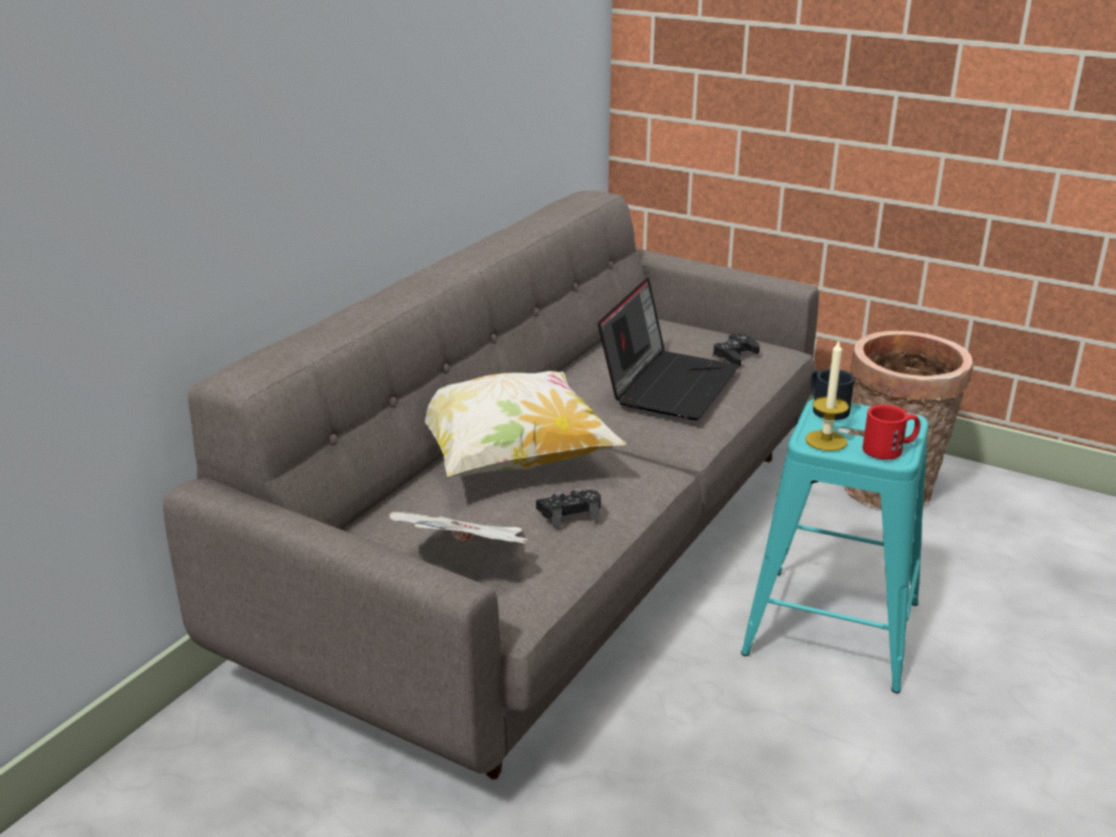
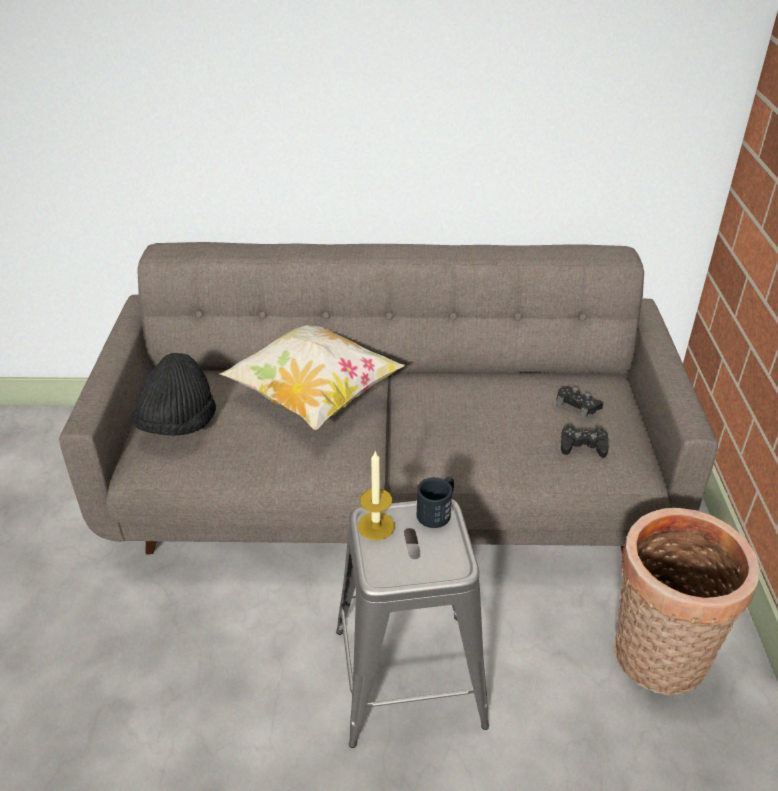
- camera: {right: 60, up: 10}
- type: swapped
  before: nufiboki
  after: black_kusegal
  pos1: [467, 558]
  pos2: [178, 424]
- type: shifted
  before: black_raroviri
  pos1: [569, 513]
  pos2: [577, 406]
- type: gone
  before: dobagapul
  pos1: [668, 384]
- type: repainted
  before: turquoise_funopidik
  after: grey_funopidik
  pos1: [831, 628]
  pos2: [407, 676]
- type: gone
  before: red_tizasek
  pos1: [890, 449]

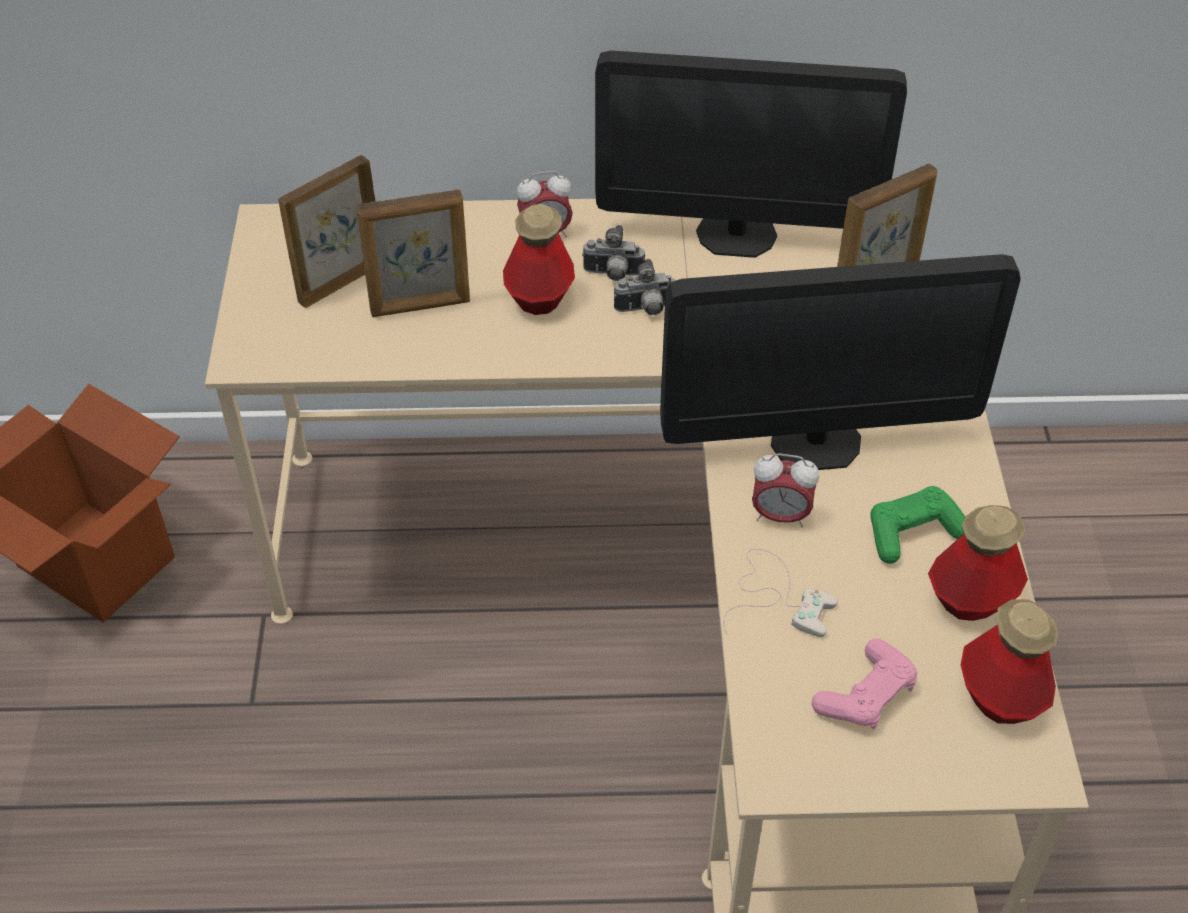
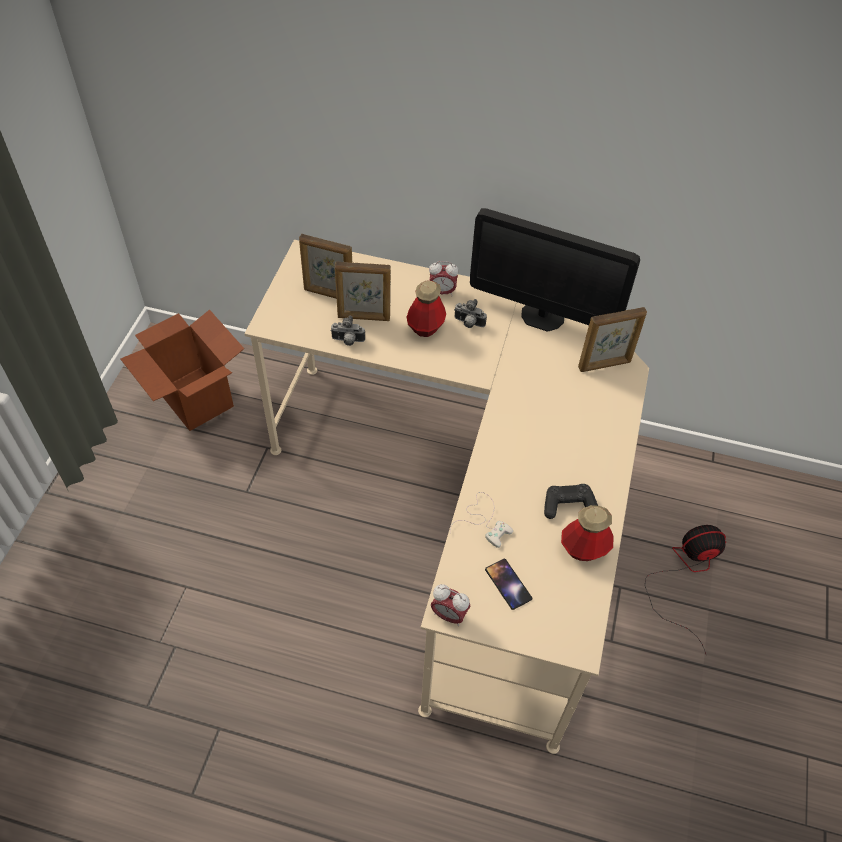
- camera: {right: 15, up: 5}
- type: rotated
  before: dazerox
  pos1: [340, 282]
  pos2: [328, 294]
  turn: -135
- type: shifted
  before: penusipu
  pos1: [646, 310]
  pos2: [348, 341]
- type: gone
  before: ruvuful
  pos1: [815, 441]
- type: shifted
  before: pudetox
  pos1: [780, 516]
  pos2: [449, 615]
- type: swapped
  before: pink_raroviri
  after: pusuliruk
  pos1: [865, 695]
  pos2: [508, 584]
- type: repainted
  before: green_raroviri
  after: black_raroviri
  pos1: [913, 533]
  pos2: [568, 505]
- type: gone
  before: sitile
  pos1: [1000, 697]
- type: new
  after: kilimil
  pos2: [686, 574]

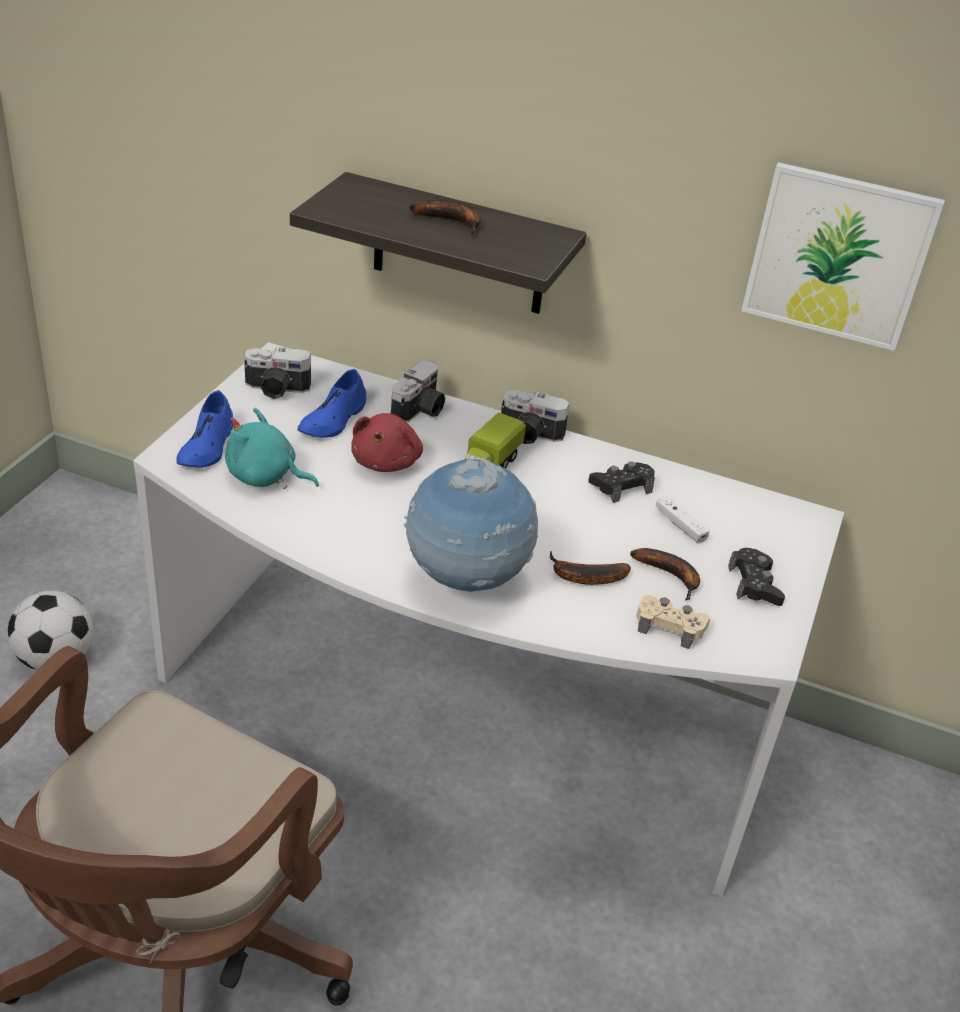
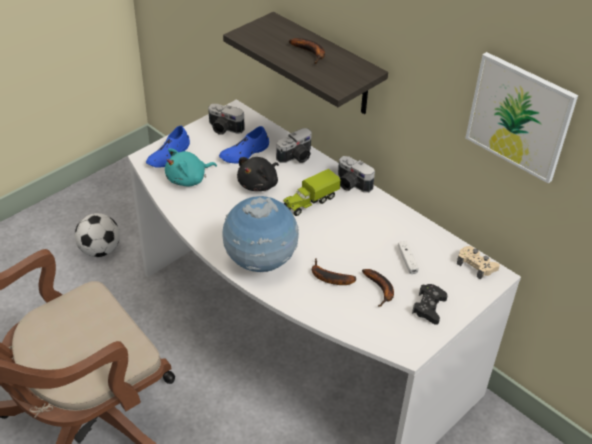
- camera: {right: 25, up: 5}
- type: rotated
  before: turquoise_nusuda
  pos1: [265, 477]
  pos2: [188, 179]
  turn: -75
- type: repainted
  before: red_nusuda
  after: black_nusuda
  pos1: [387, 461]
  pos2: [259, 184]
- type: gone
  before: black_raroviri
  pos1: [621, 486]
- type: shifted
  before: beige_raroviri
  pos1: [670, 626]
  pos2: [476, 265]

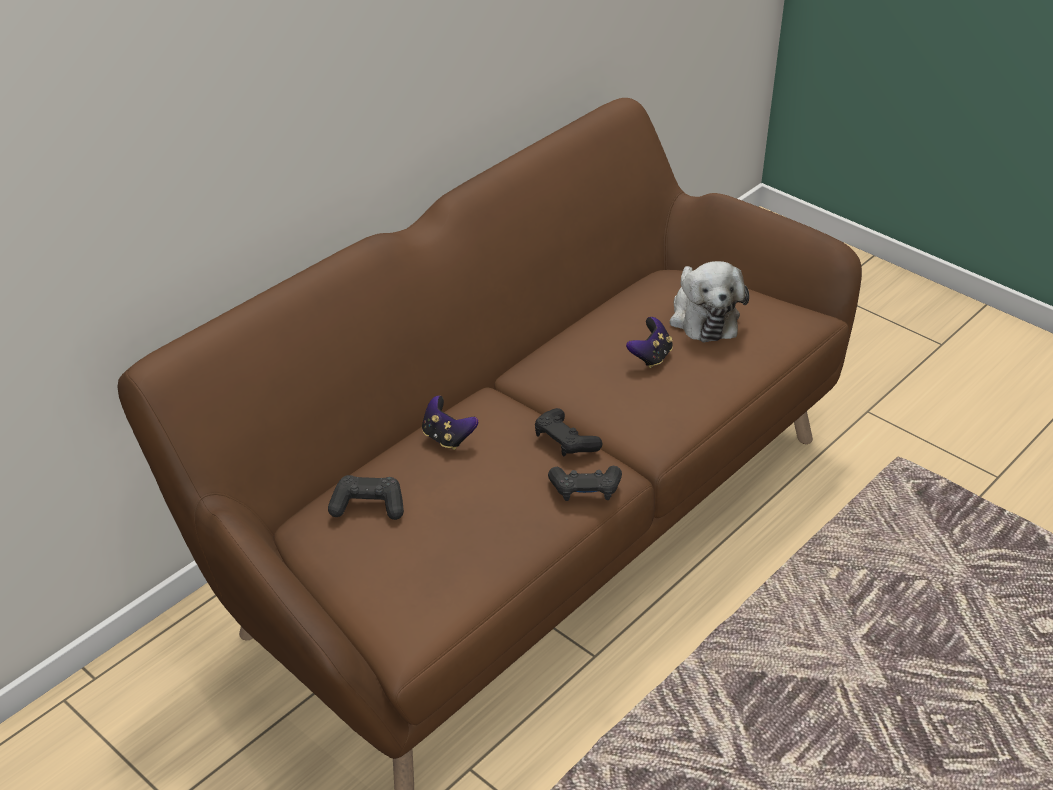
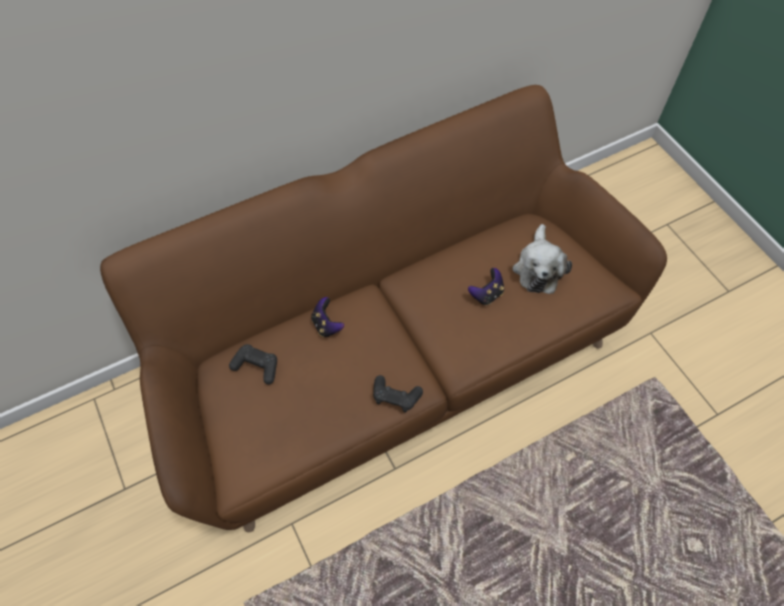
- camera: {right: 20, up: 20}
- type: gone
  before: black_raroviri
  pos1: [565, 441]

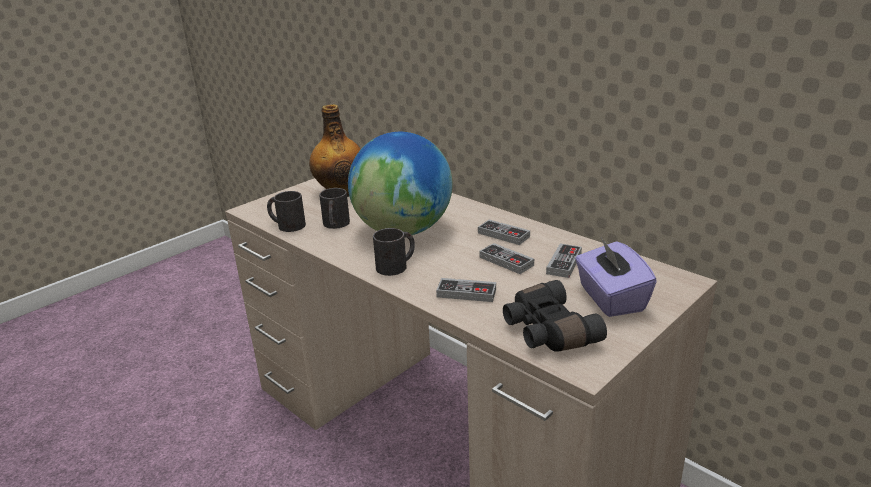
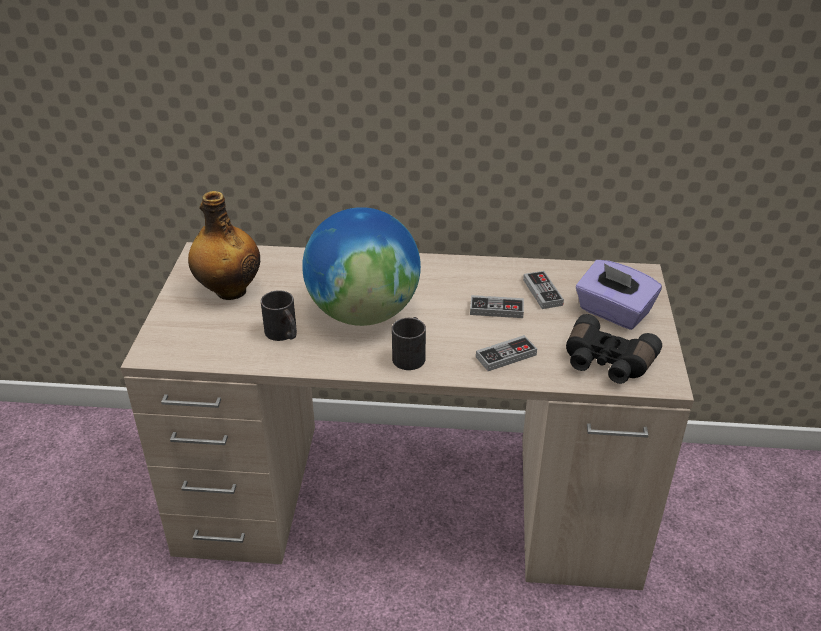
- camera: {right: -40, up: 10}
- type: gone
  before: black_tizasek
  pos1: [286, 225]
- type: gone
  before: raroviri
  pos1: [503, 235]

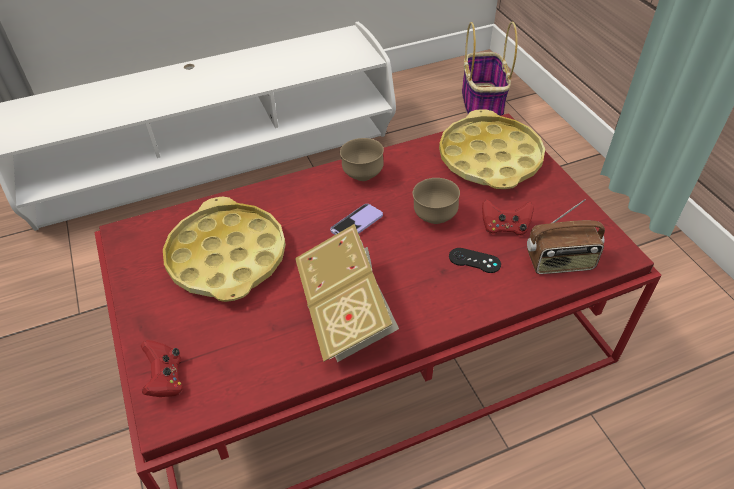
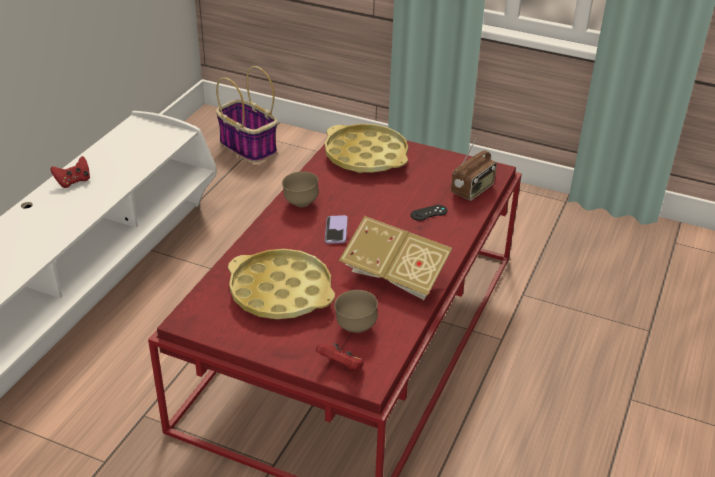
- camera: {right: -45, up: -10}
- type: shifted
  before: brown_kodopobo
  pos1: [434, 217]
  pos2: [355, 327]
- type: shifted
  before: red_raroviri
  pos1: [504, 227]
  pos2: [73, 181]

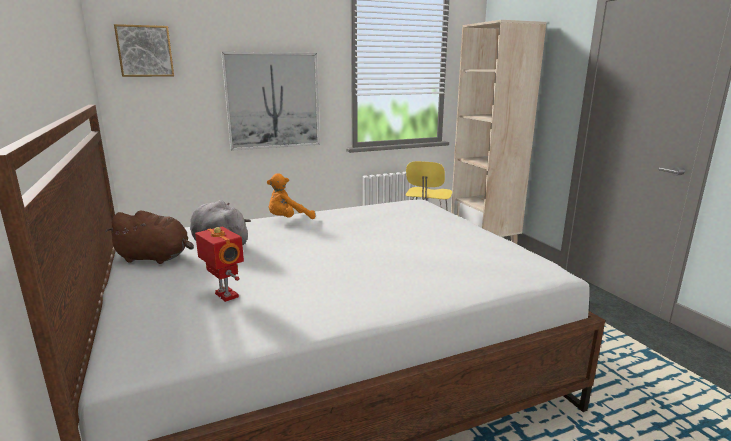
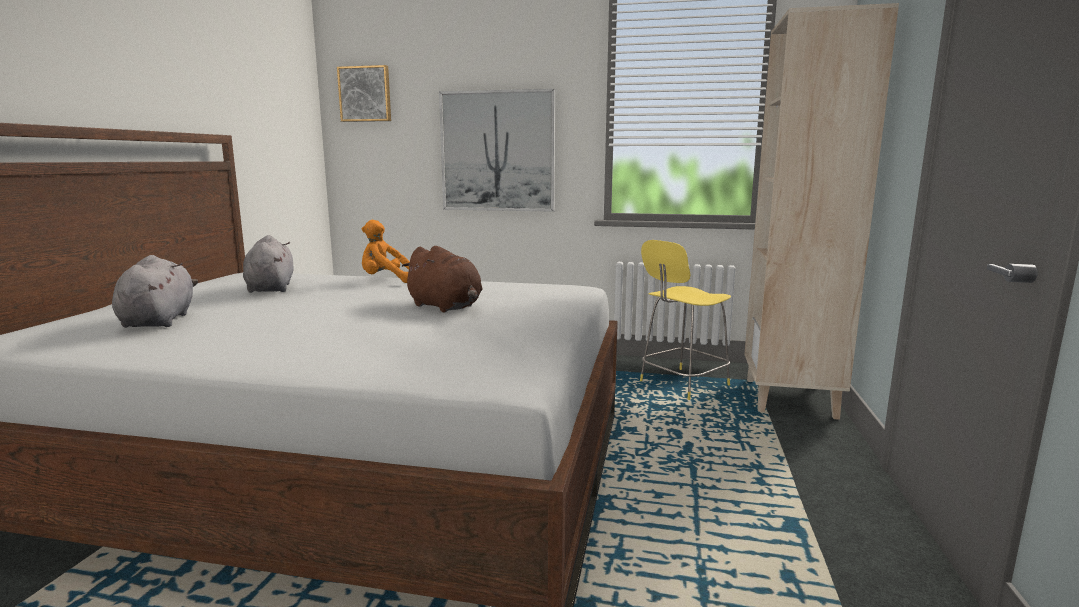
- camera: {right: 35, up: -5}
- type: shifted
  before: brown_nusuda
  pos1: [156, 258]
  pos2: [446, 307]
- type: swapped
  before: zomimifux
  after: grey_nusuda
  pos1: [225, 296]
  pos2: [159, 320]

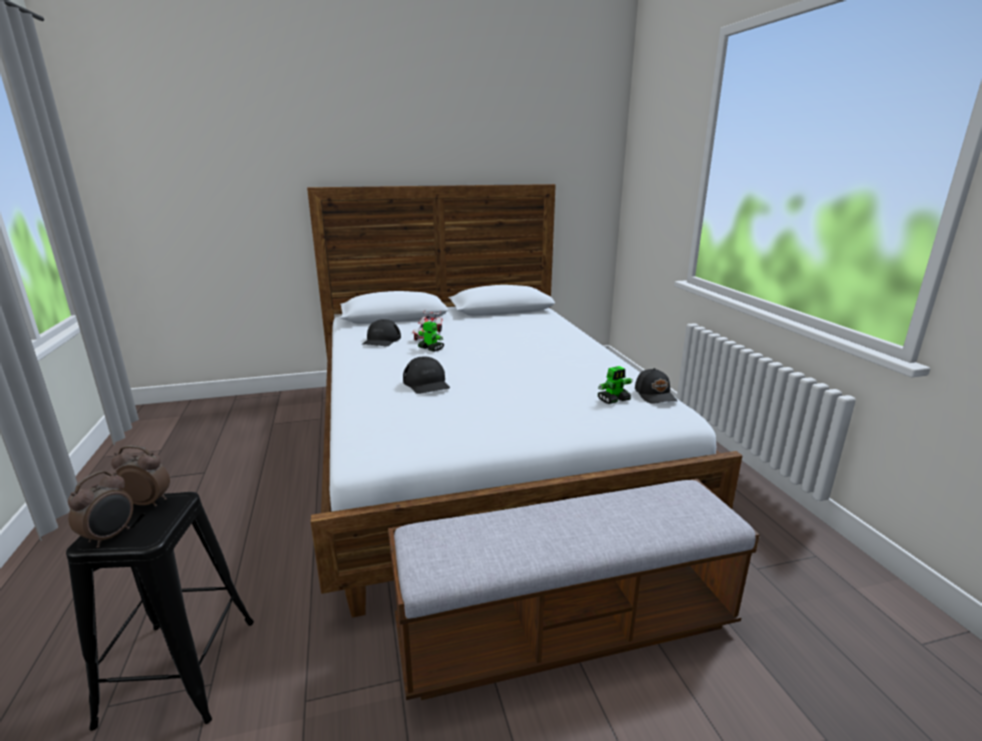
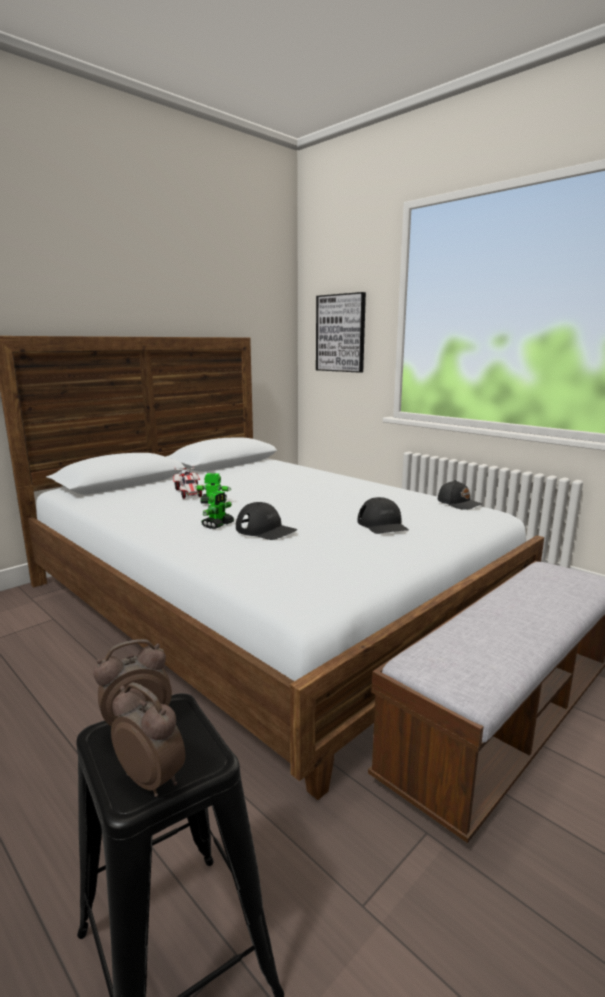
- camera: {right: -30, up: -5}
- type: rotated
  before: pudetox
  pos1: [111, 536]
  pos2: [152, 779]
  turn: -45
- type: shifted
  before: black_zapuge
  pos1: [381, 340]
  pos2: [382, 525]
- type: shifted
  before: zomimifux
  pos1: [614, 399]
  pos2: [218, 525]
- type: new
  after: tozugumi
  pos2: [341, 333]

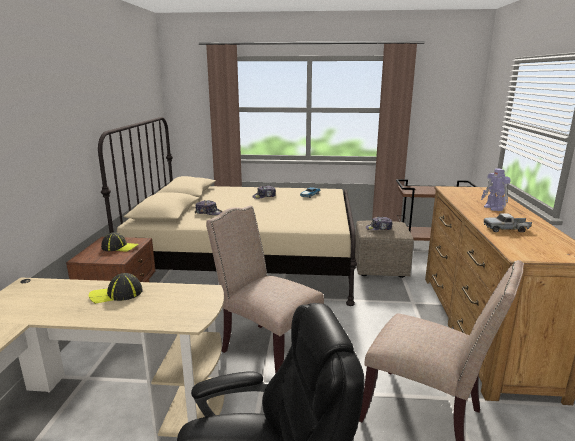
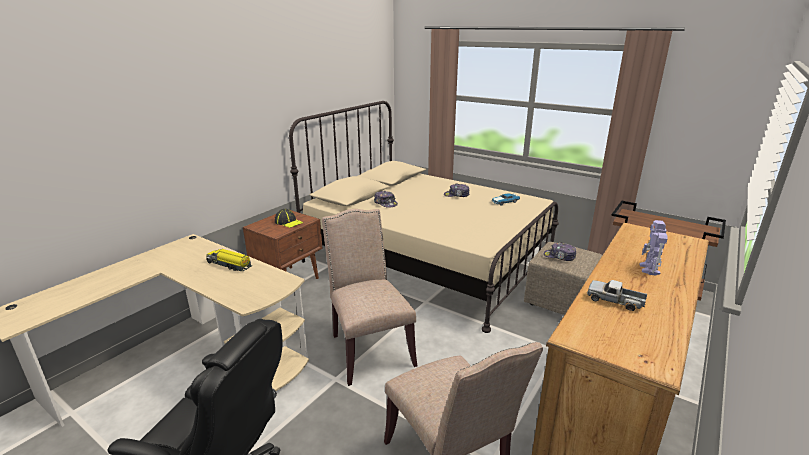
- camera: {right: 30, up: 5}
- type: swapped
  before: zapuge
  after: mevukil
  pos1: [116, 294]
  pos2: [229, 265]

